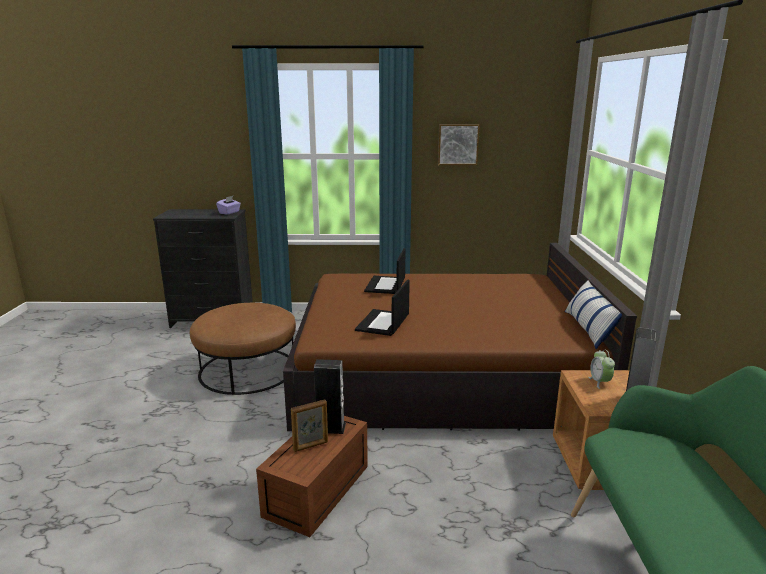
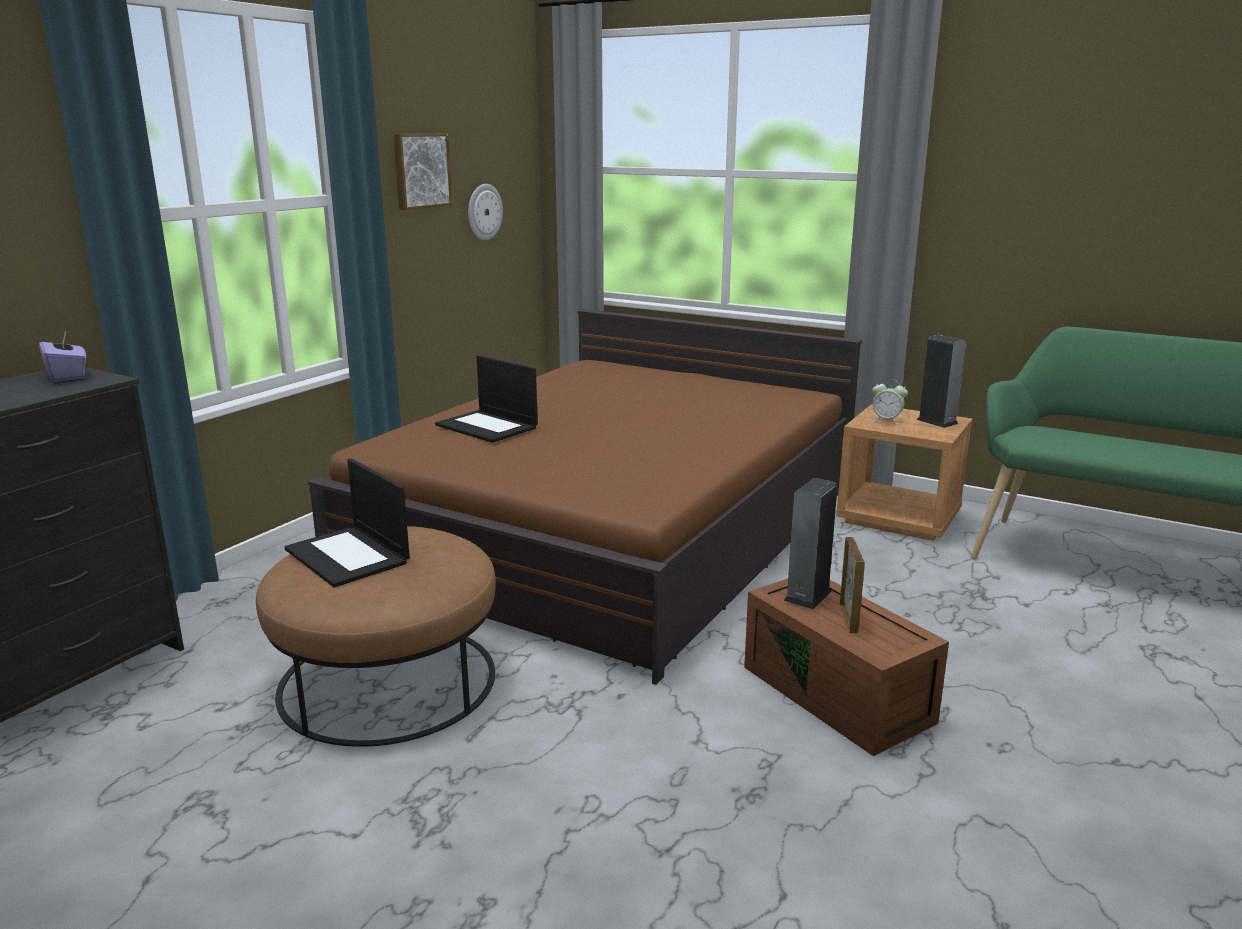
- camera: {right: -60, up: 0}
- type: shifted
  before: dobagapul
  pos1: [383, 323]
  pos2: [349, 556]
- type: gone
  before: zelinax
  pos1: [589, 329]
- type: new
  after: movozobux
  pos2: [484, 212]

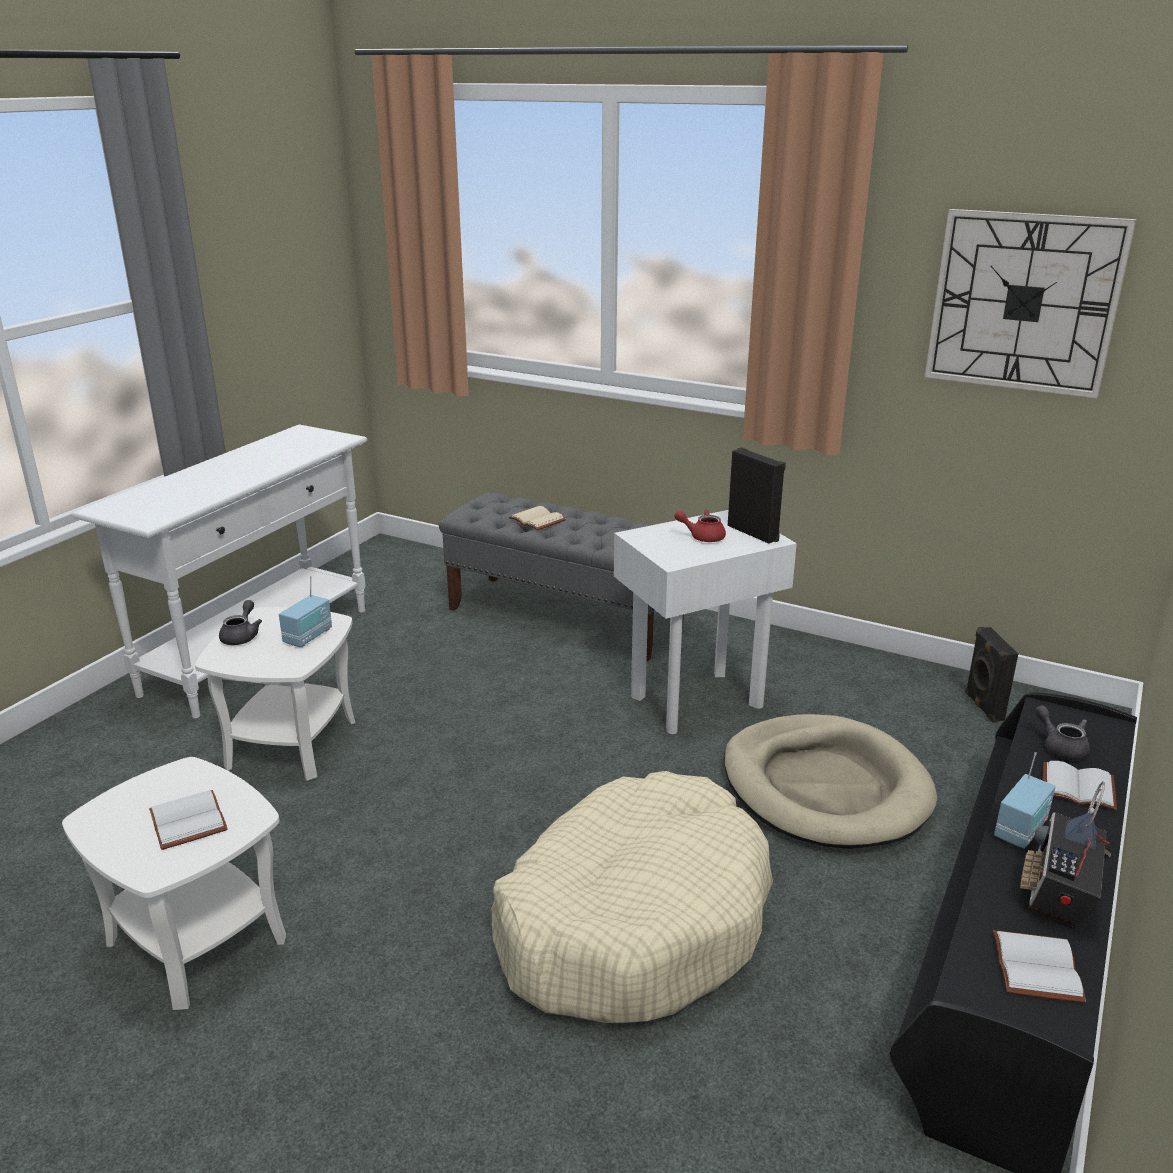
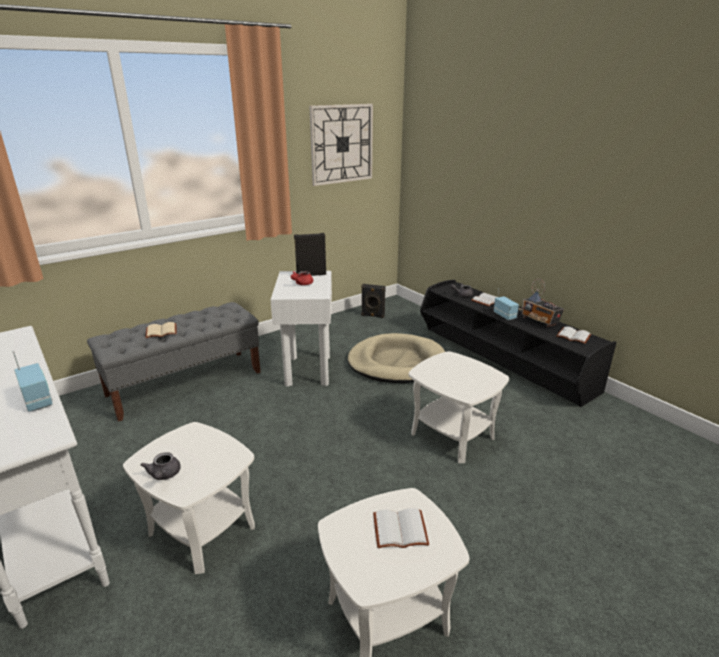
- camera: {right: -65, up: 0}
- type: rotated
  before: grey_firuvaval
  pos1: [242, 636]
  pos2: [164, 475]
  turn: -135
- type: shifted
  before: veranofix
  pos1: [308, 637]
  pos2: [38, 400]
- type: swapped
  before: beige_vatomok
  after: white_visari
  pos1: [632, 921]
  pos2: [452, 435]

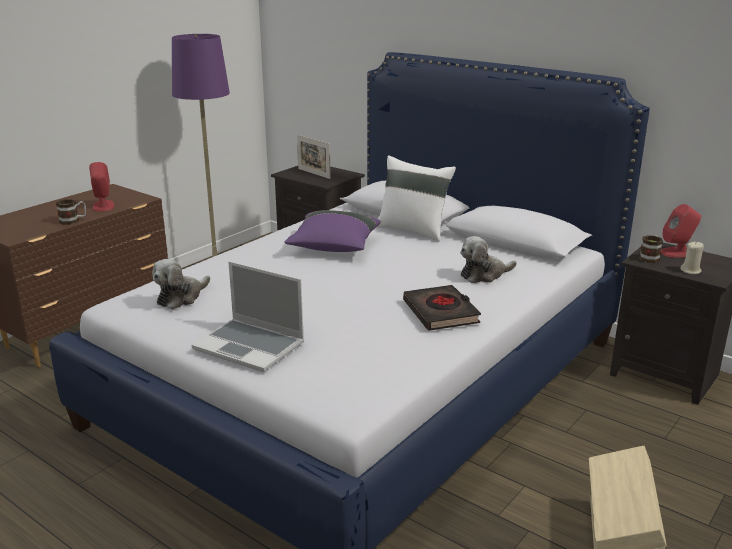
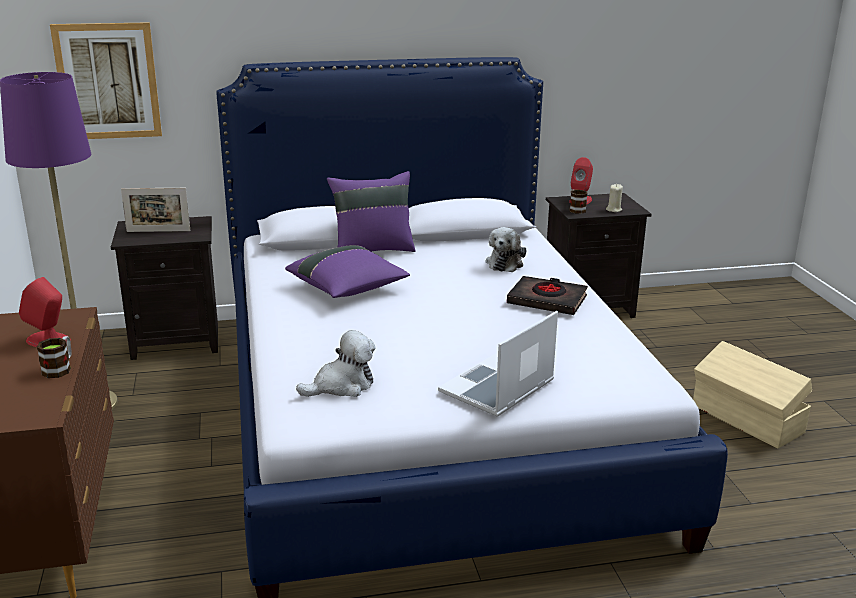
- camera: {right: -50, up: 0}
- type: rotated
  before: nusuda
  pos1: [181, 297]
  pos2: [342, 386]
  turn: -105
- type: rotated
  before: dobagapul
  pos1: [251, 346]
  pos2: [497, 388]
  turn: 150
- type: repainted
  before: white_zelinax
  after: purple_zelinax
  pos1: [413, 230]
  pos2: [372, 250]
- type: new
  after: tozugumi
  pos2: [108, 81]

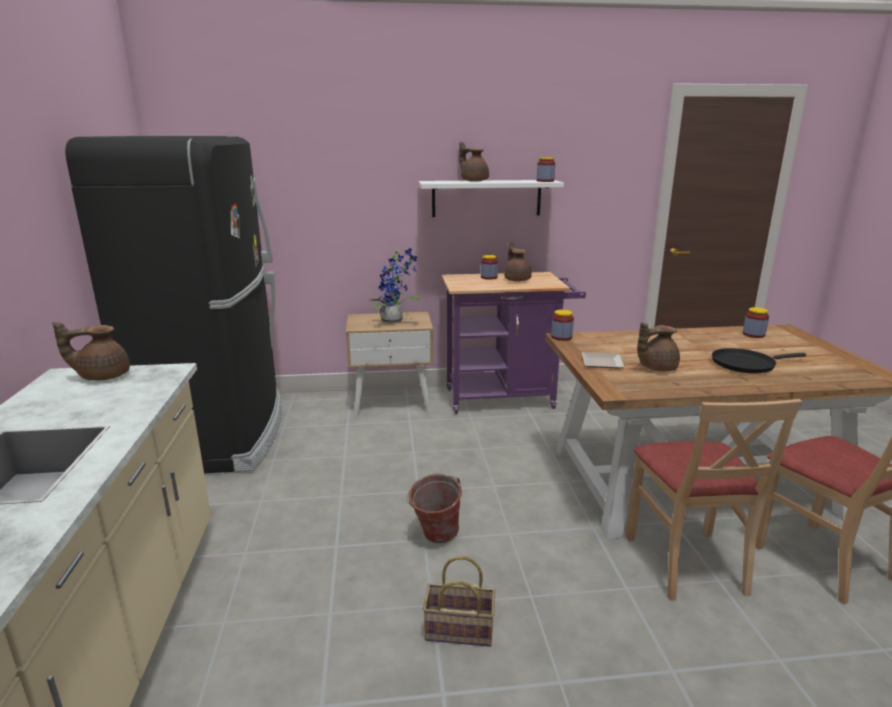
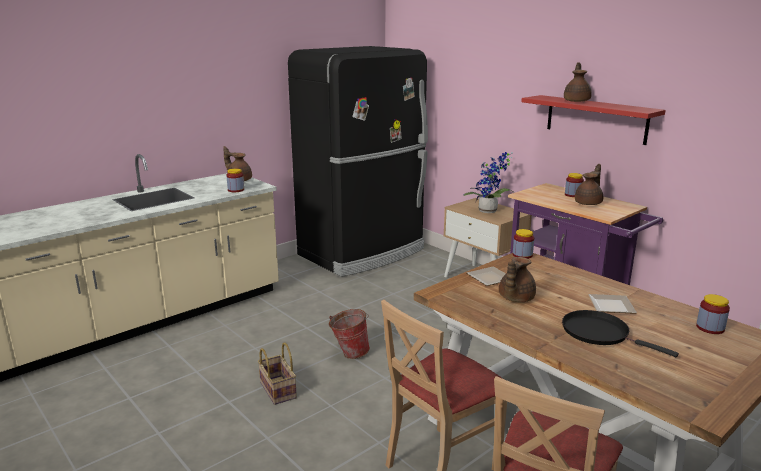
- camera: {right: 55, up: 0}
- type: repainted
  before: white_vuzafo
  after: red_vuzafo
  pos1: [486, 198]
  pos2: [596, 119]
- type: shifted
  before: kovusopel
  pos1: [545, 181]
  pos2: [236, 190]
- type: rotated
  before: brown_firuvaval
  pos1: [655, 368]
  pos2: [515, 298]
  turn: -90
- type: new
  after: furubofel
  pos2: [613, 307]

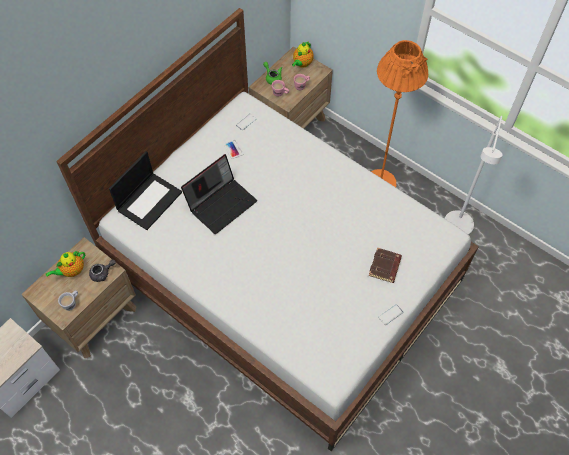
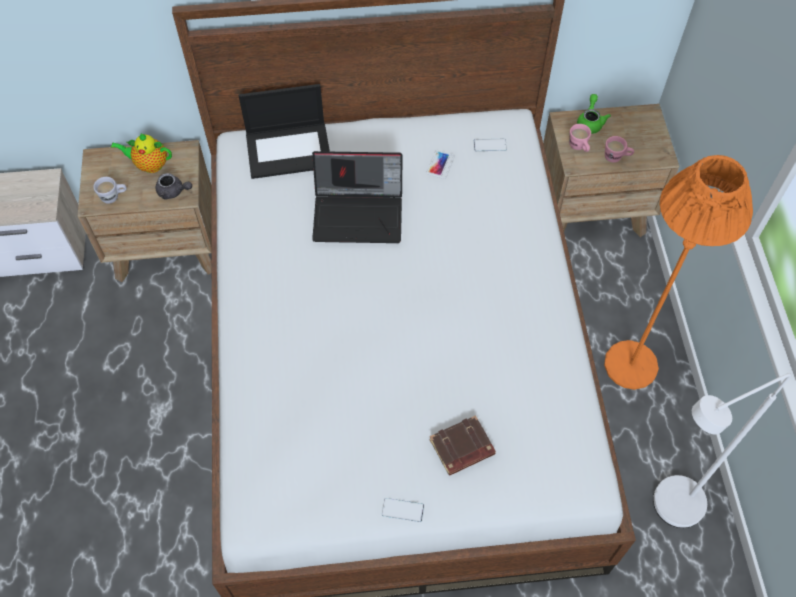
- camera: {right: 45, up: 0}
- type: gone
  before: firuvaval
  pos1: [302, 64]

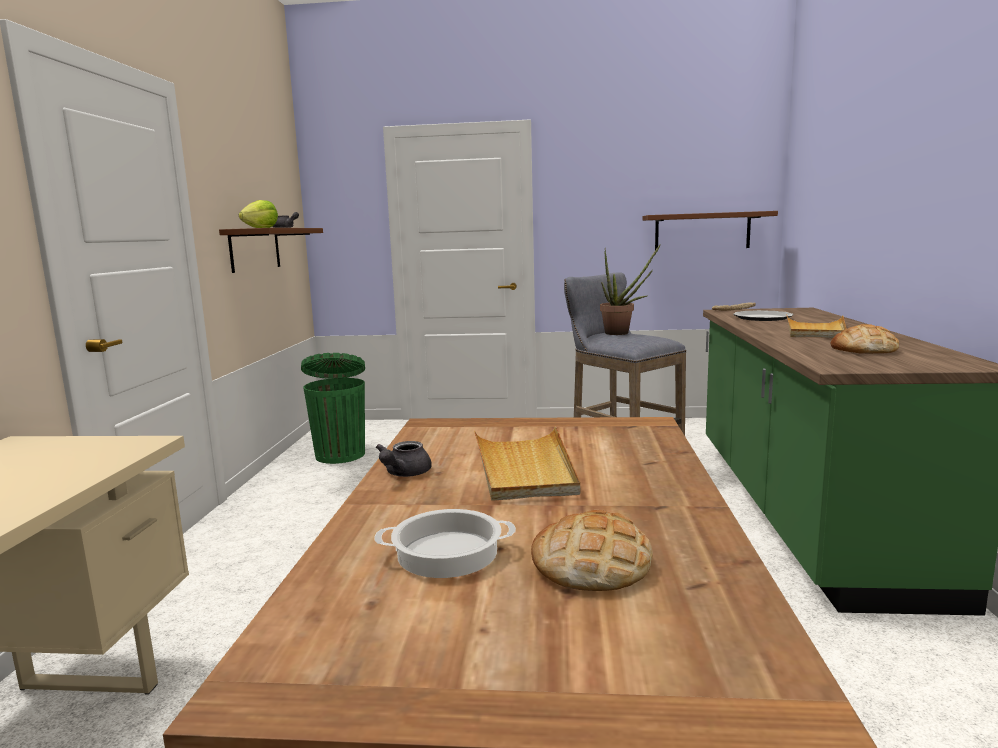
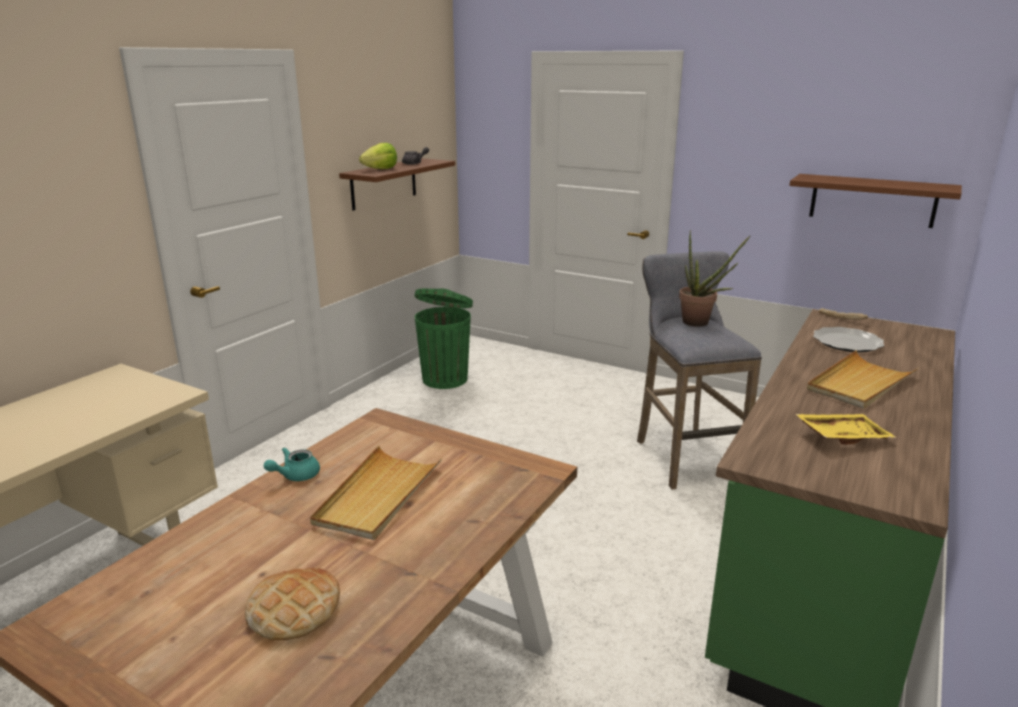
- camera: {right: 25, up: 10}
- type: gone
  before: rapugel
  pos1: [448, 552]
- type: repainted
  before: grey_firuvaval
  after: turquoise_firuvaval
  pos1: [403, 474]
  pos2: [295, 476]
- type: swapped
  before: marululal
  after: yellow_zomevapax
  pos1: [863, 349]
  pos2: [841, 436]

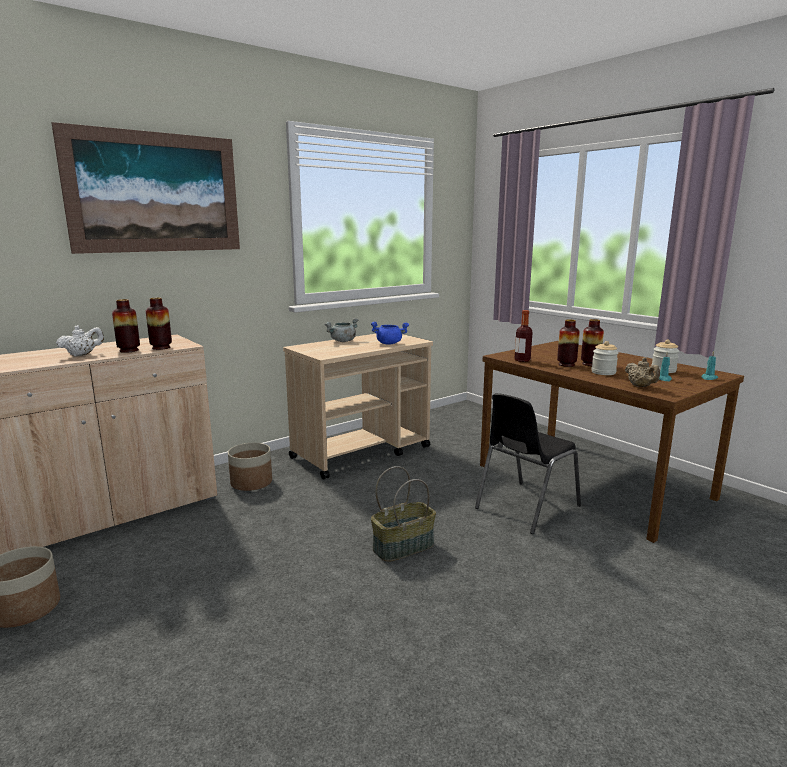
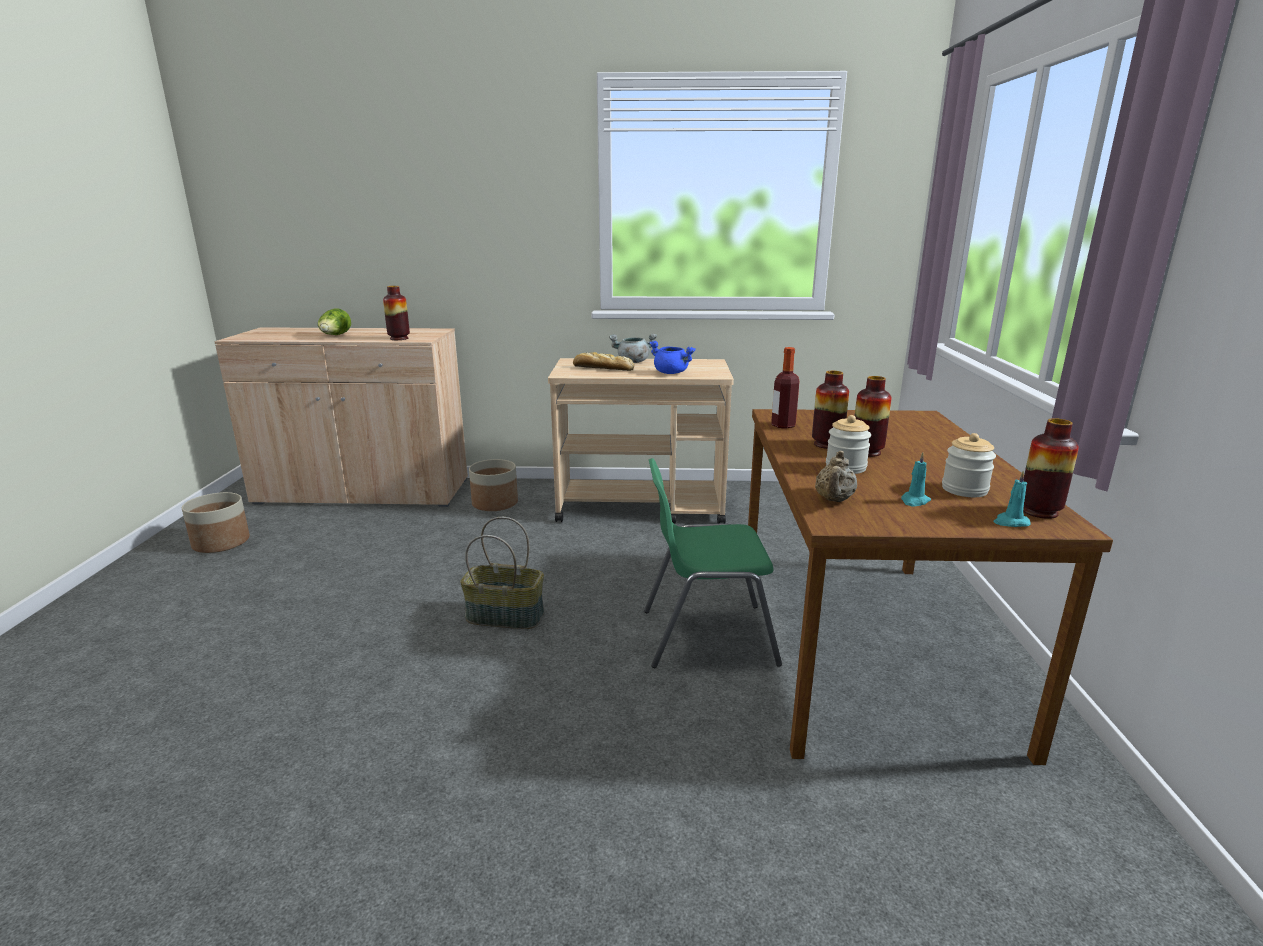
- camera: {right: 40, up: 5}
- type: gone
  before: tozugumi
  pos1: [155, 193]
- type: swapped
  before: white_firuvaval
  after: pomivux
  pos1: [82, 355]
  pos2: [335, 336]
- type: shifted
  before: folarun
  pos1: [129, 350]
  pos2: [1039, 512]
- type: repainted
  before: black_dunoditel
  after: green_dunoditel
  pos1: [525, 507]
  pos2: [705, 636]
- type: new
  after: marululal
  pos2: [602, 368]

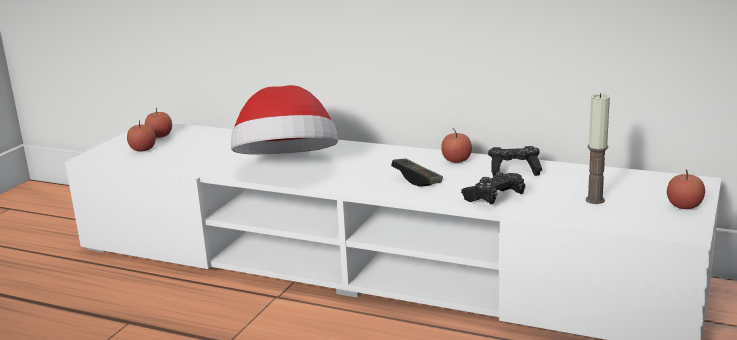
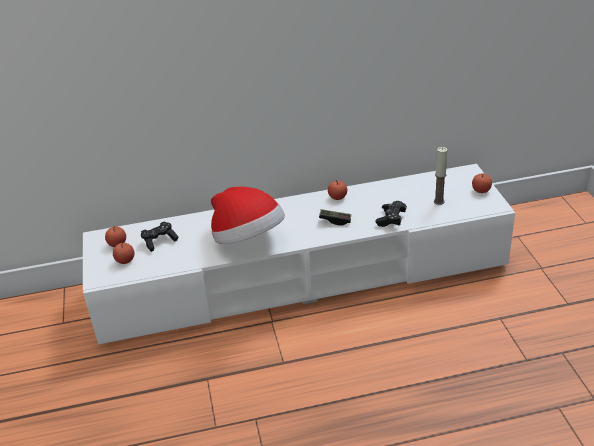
- camera: {right: -35, up: 15}
- type: shifted
  before: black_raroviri
  pos1: [514, 170]
  pos2: [159, 241]

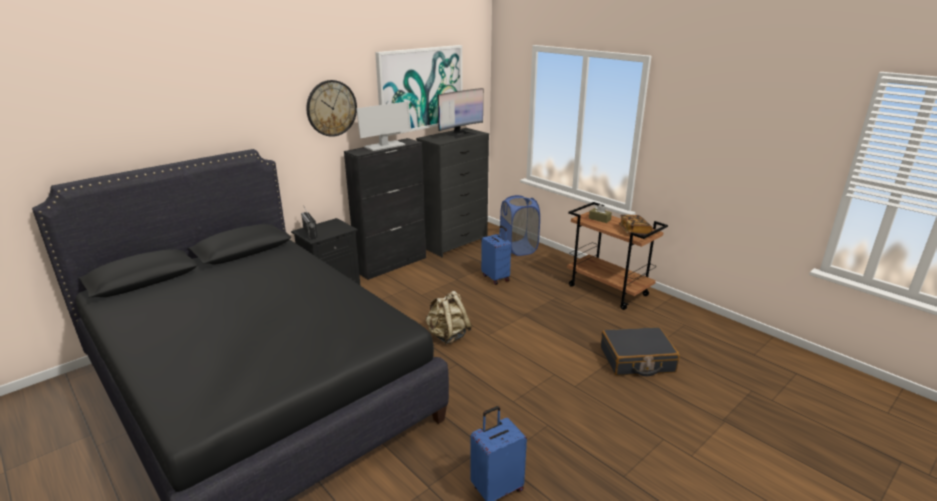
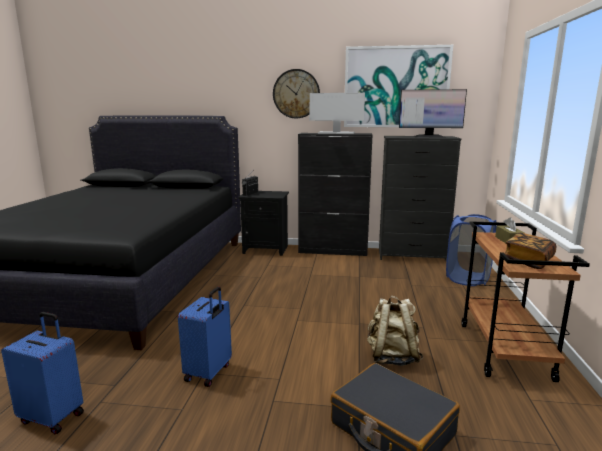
- camera: {right: 50, up: -10}
- type: shifted
  before: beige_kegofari
  pos1: [448, 336]
  pos2: [392, 357]
- type: shifted
  before: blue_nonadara
  pos1: [496, 278]
  pos2: [209, 373]

